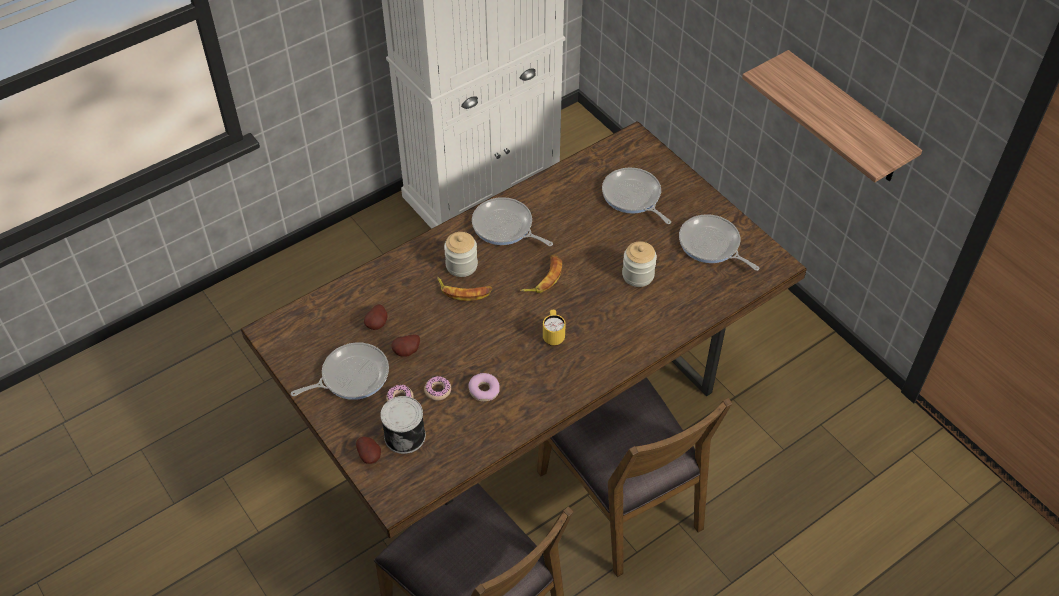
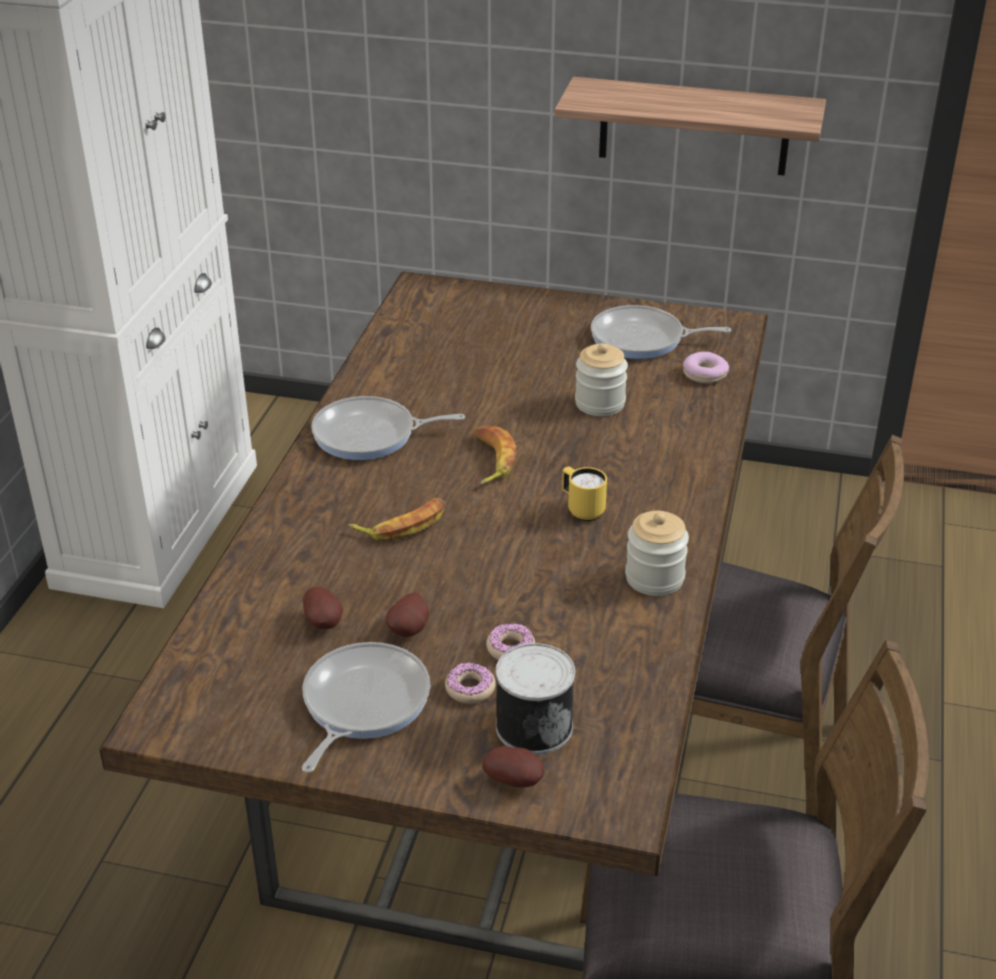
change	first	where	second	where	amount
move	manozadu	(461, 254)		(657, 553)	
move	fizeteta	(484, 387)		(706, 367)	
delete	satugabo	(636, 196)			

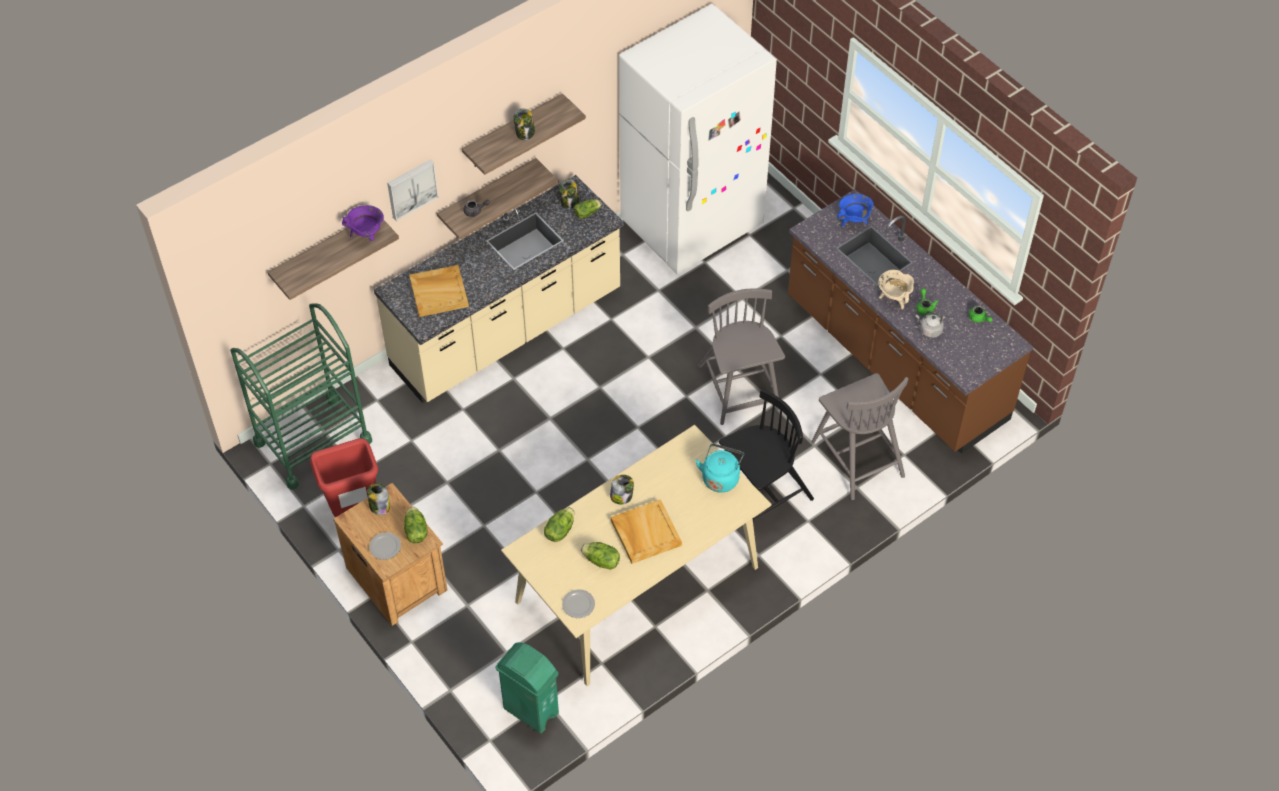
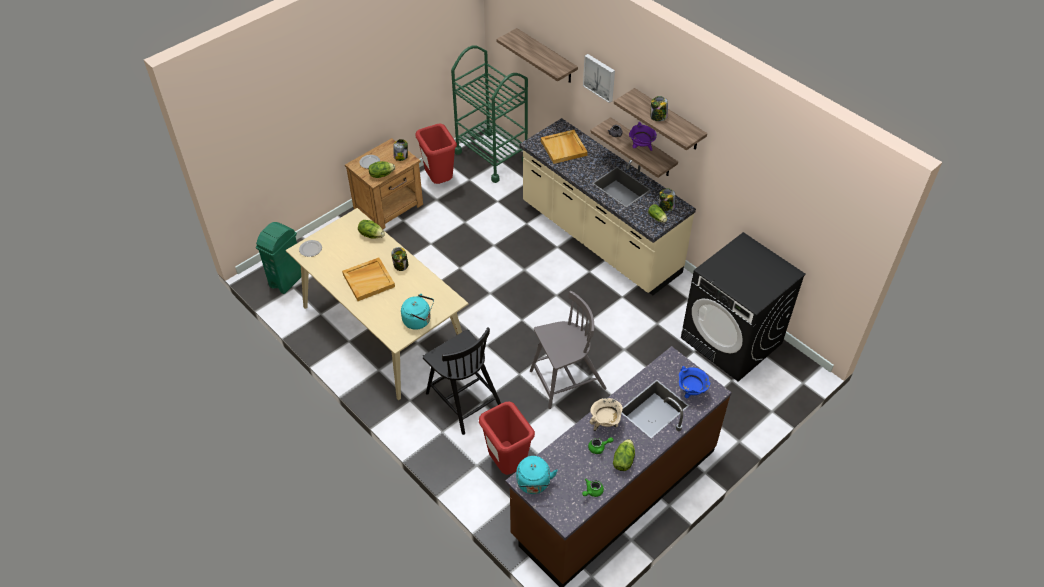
change	first	where	second	where	amount
move	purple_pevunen	(363, 223)		(643, 136)	
move	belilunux	(600, 556)		(624, 455)	
replace	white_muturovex	(698, 139)	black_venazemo	(743, 307)	
replace	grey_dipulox	(859, 436)	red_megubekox	(507, 438)	
delete	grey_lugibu	(930, 324)			
insert			turquoise_lugibu	(537, 475)	

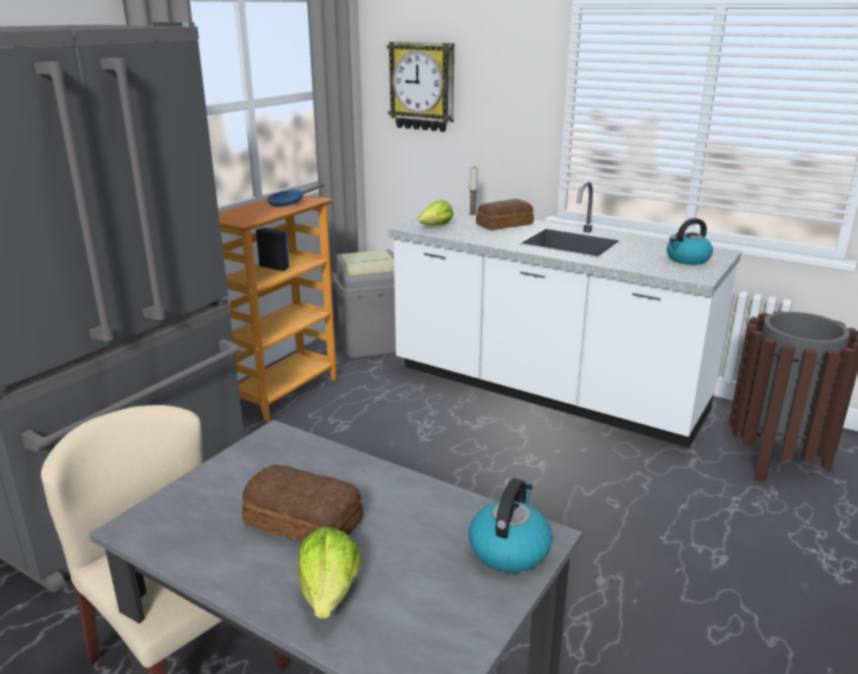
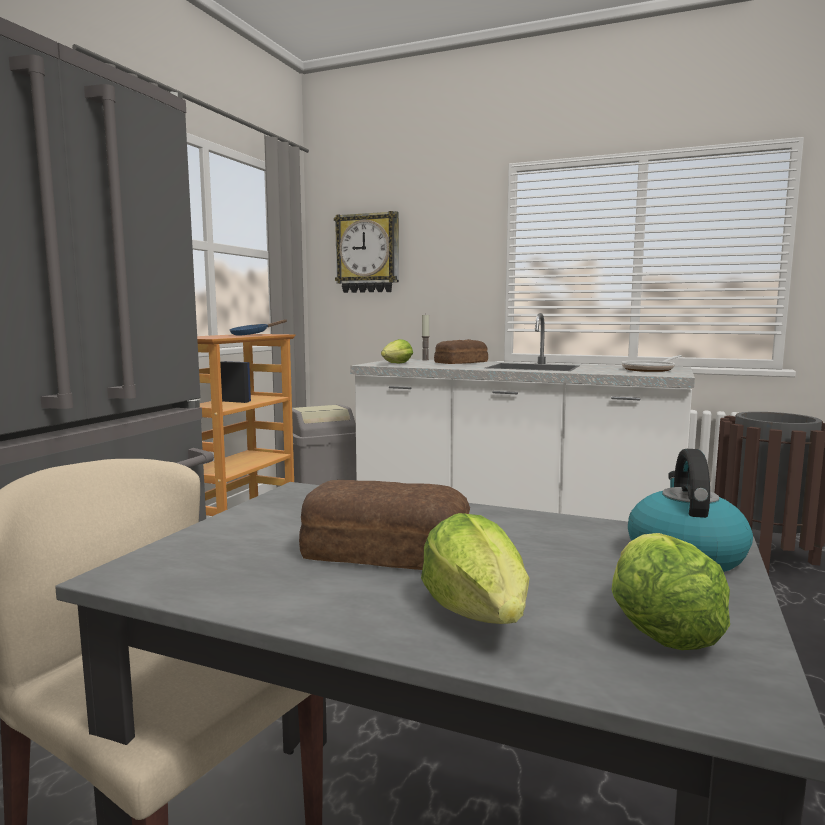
change	first	where	second	where	amount
replace	lugibu	(690, 241)	satugabo	(652, 363)	
insert			belilunux	(671, 591)	

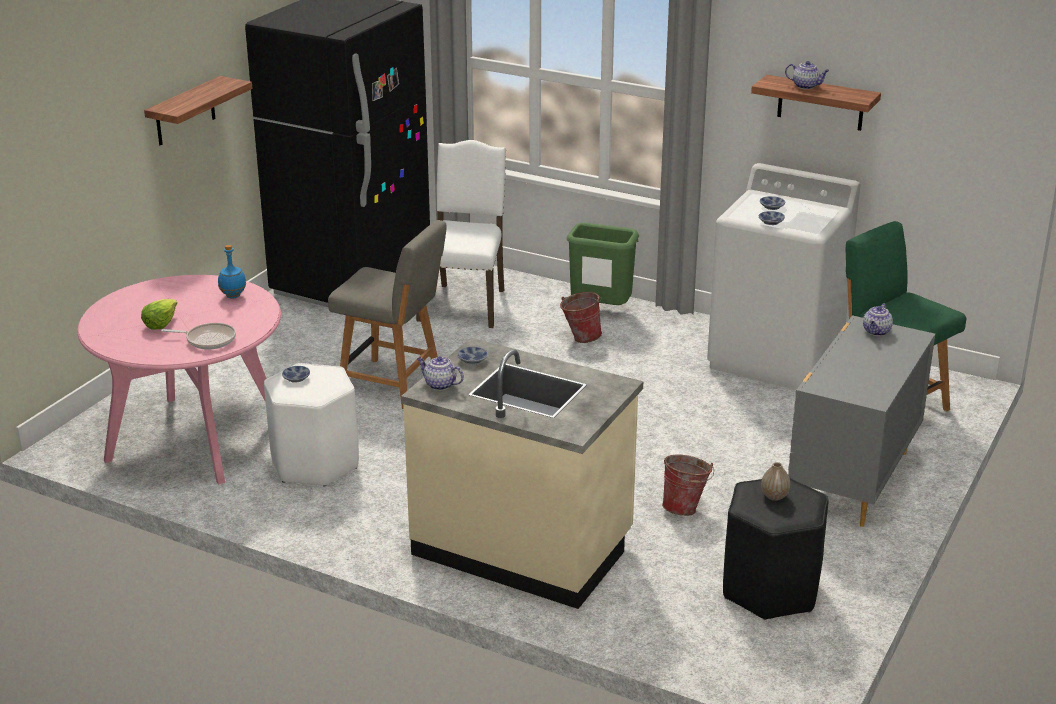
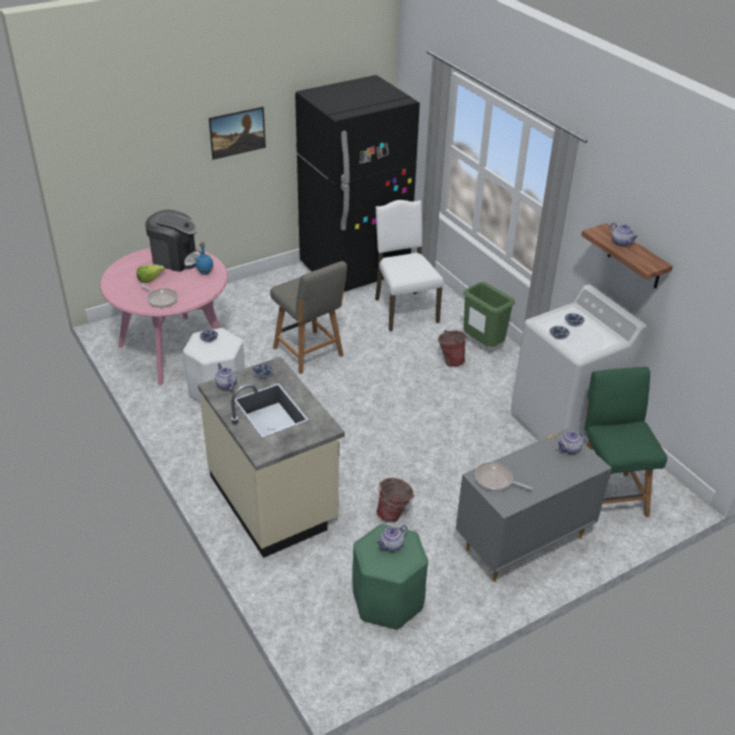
change	first	where	second	where	amount
replace	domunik	(198, 110)	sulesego	(237, 133)	
rotate	white_dipulox	(461, 234)		(409, 265)	60 degrees counterclockwise
recolor	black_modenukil	(775, 548)	green_modenukil	(390, 577)	
replace	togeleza	(775, 481)	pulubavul	(392, 538)	
insert			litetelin	(173, 241)	
insert			satugabo	(504, 476)	

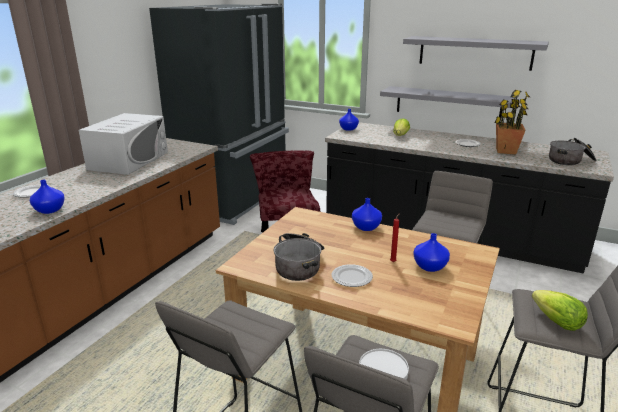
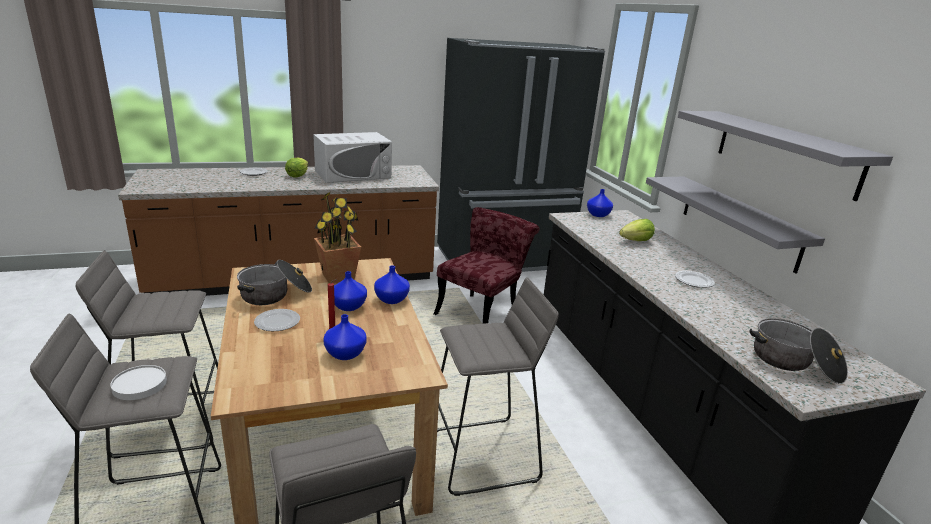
change	first	where	second	where	amount
move	blue_togeleza	(47, 197)		(350, 291)	
move	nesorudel	(512, 122)		(337, 237)	
move	belilunux	(560, 310)		(296, 168)	

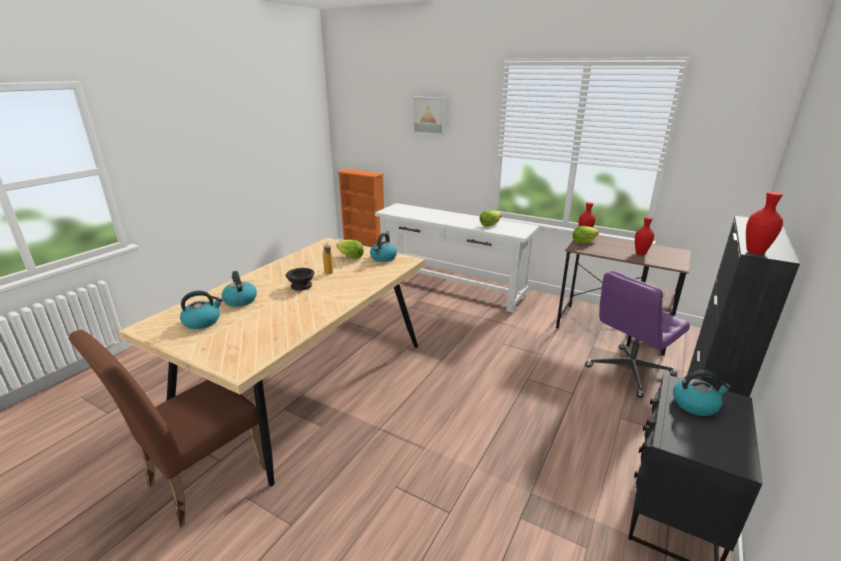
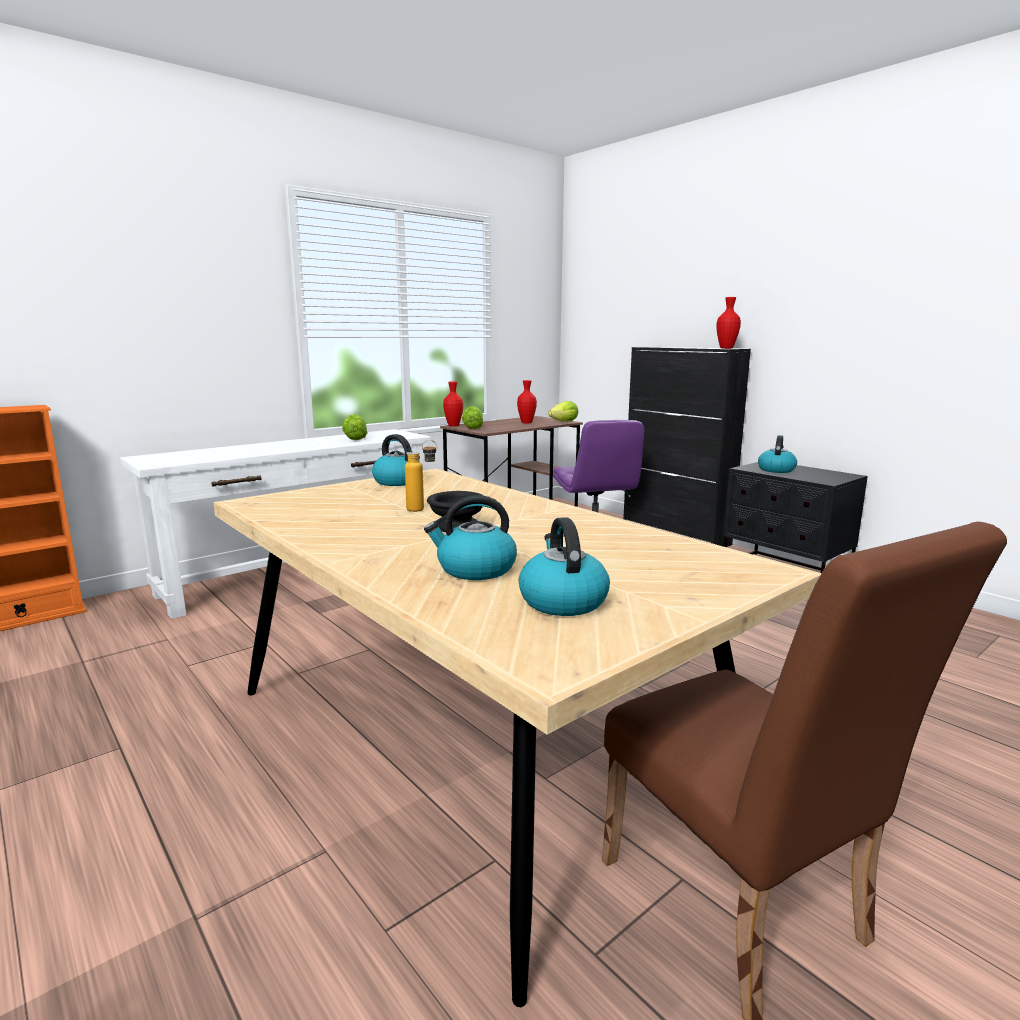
change	first	where	second	where	amount
move	belilunux	(350, 249)		(563, 411)	
delete	sulesego	(429, 116)			

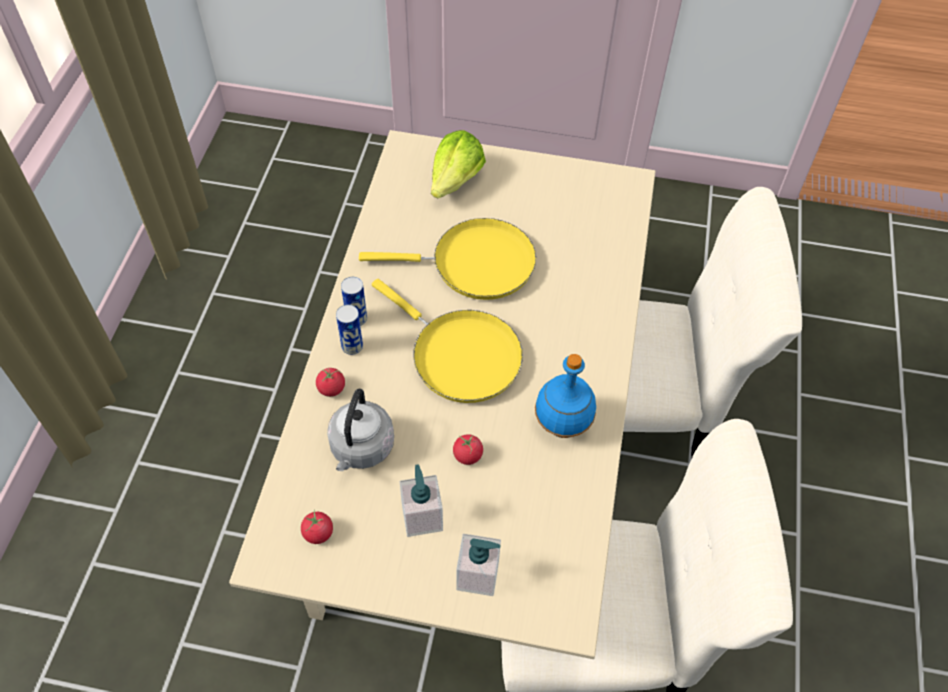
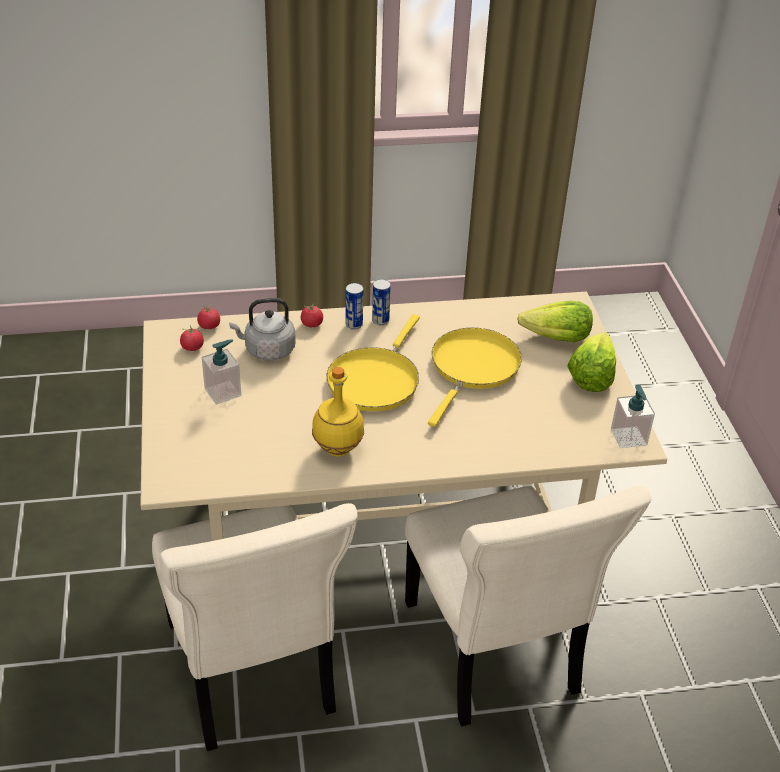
change	first	where	second	where	amount
rotate	yellow_satugabo	(447, 259)		(475, 377)	135 degrees counterclockwise
move	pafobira	(468, 449)		(208, 317)	
move	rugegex	(478, 565)		(633, 416)	
recolor	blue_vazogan	(565, 396)	yellow_vazogan	(338, 411)	
insert			belilunux	(591, 362)	

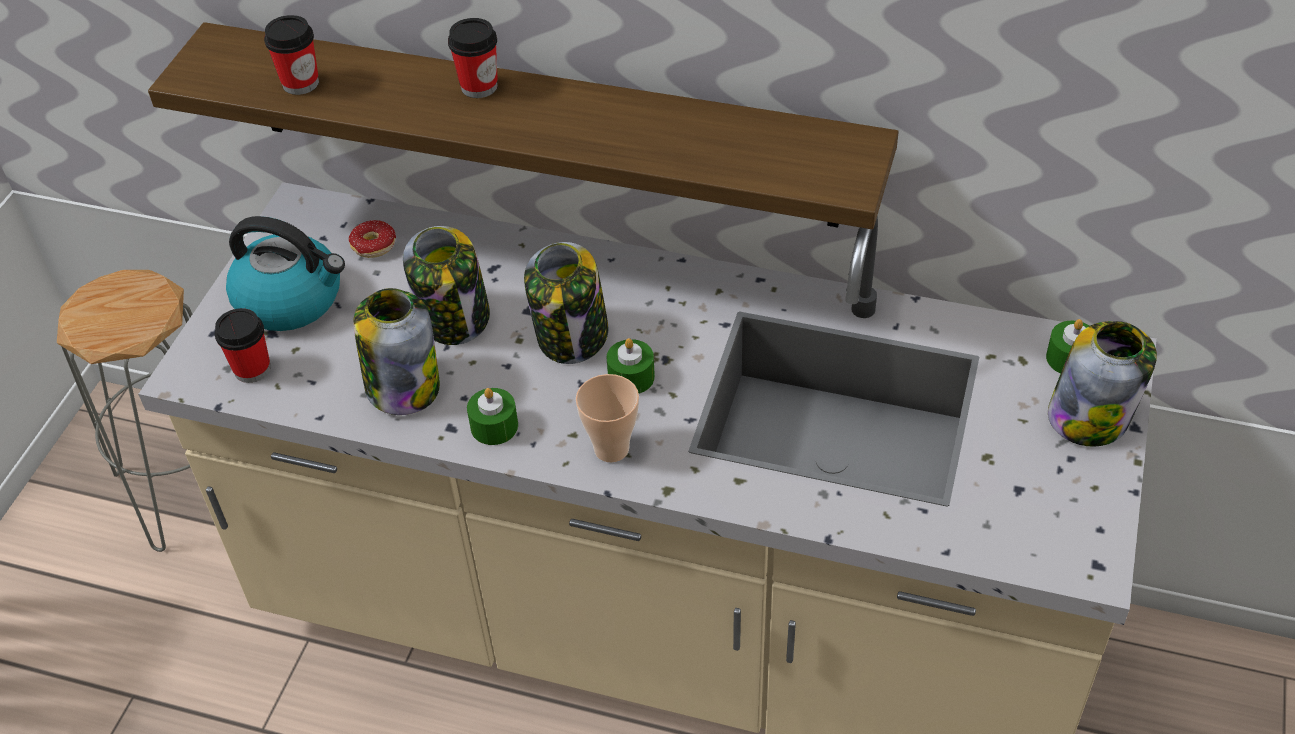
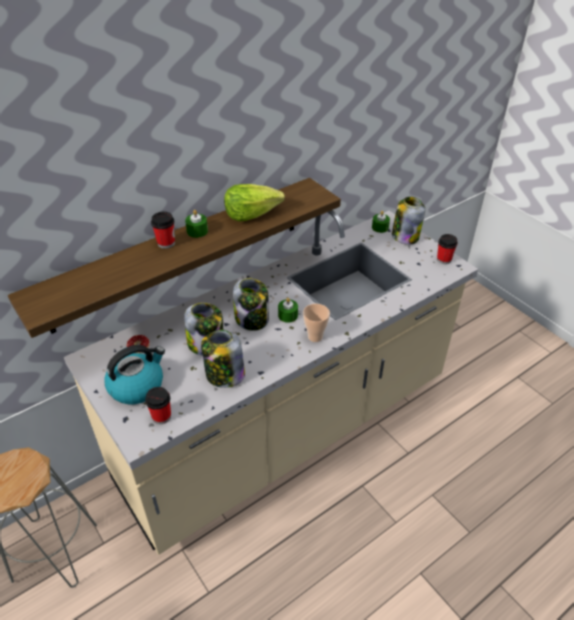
change	first	where	second	where	amount
move	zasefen	(291, 55)		(447, 249)	
move	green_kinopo	(492, 416)		(196, 224)	
insert			belilunux	(254, 203)	

